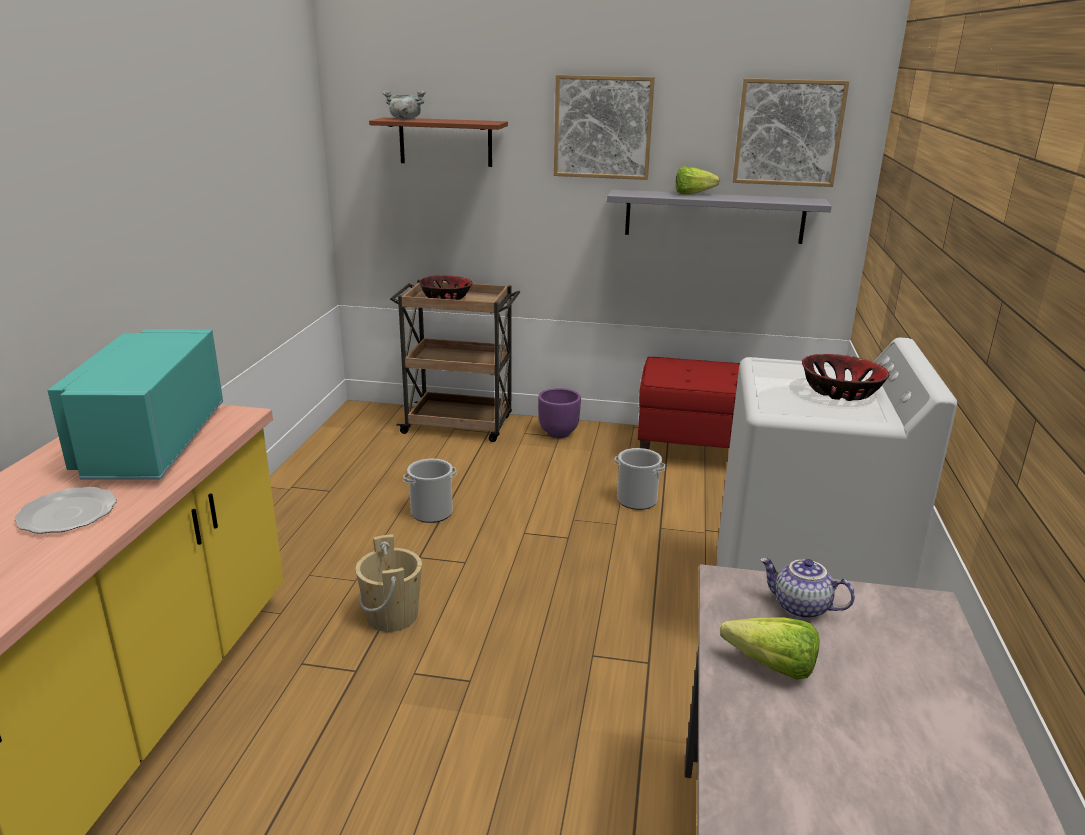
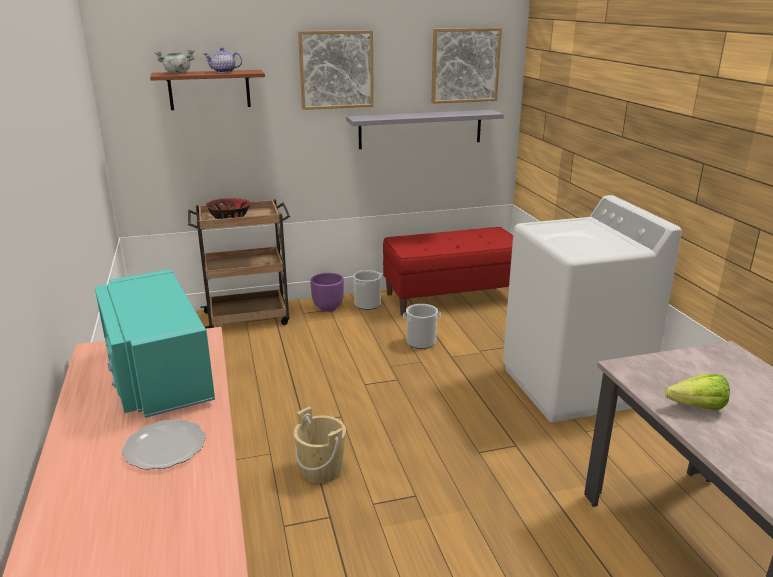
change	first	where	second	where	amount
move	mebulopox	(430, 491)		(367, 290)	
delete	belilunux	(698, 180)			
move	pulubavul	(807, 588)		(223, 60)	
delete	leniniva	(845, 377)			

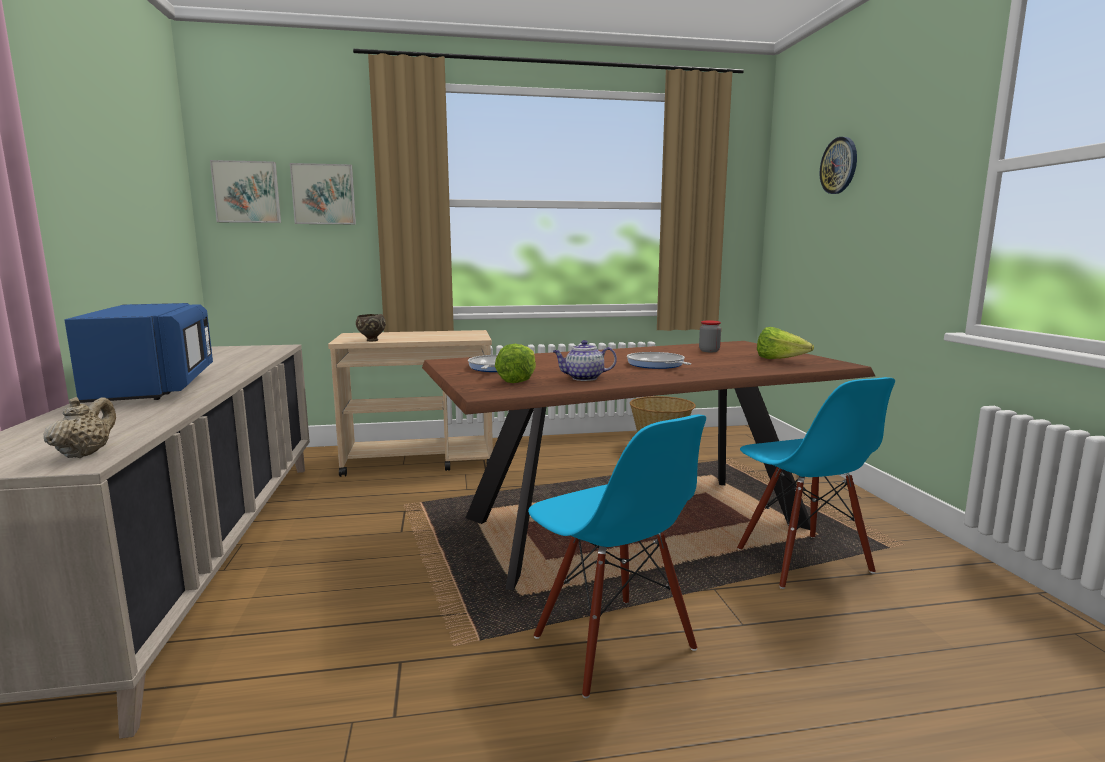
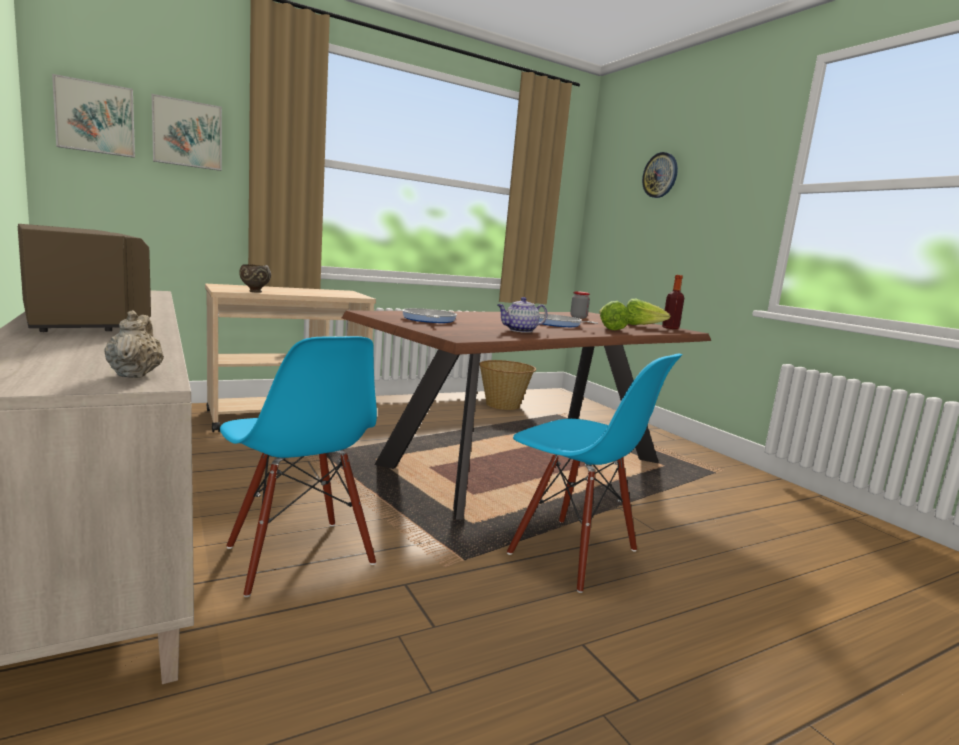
change	first	where	second	where	amount
recolor	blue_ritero	(139, 353)	brown_ritero	(84, 278)	
move	belilunux	(515, 363)		(613, 315)	
move	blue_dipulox	(816, 483)		(298, 466)	
insert			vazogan	(673, 302)	

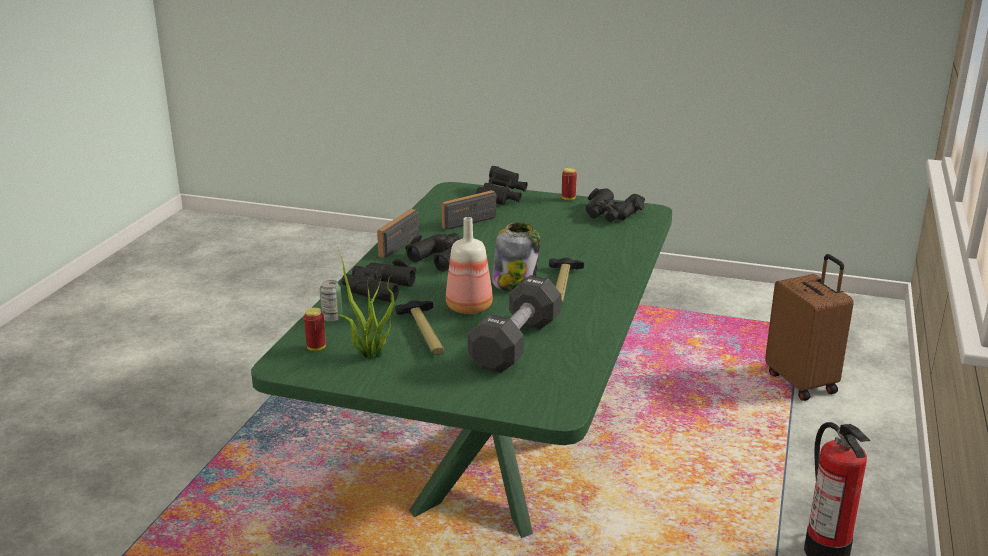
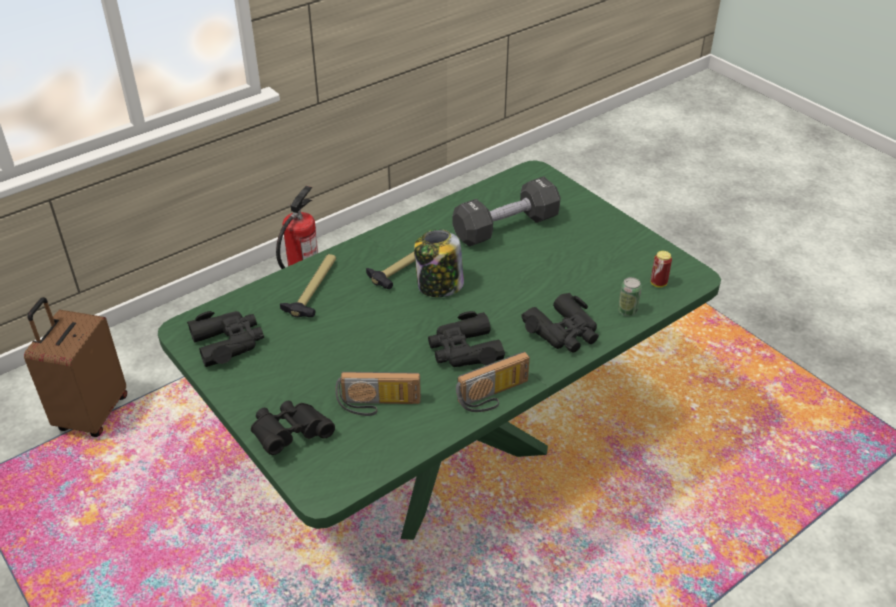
change	first	where	second	where	amount
delete	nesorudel	(363, 303)			
move	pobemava	(419, 327)		(308, 285)	
delete	vazogan	(469, 265)			
delete	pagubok	(569, 184)			

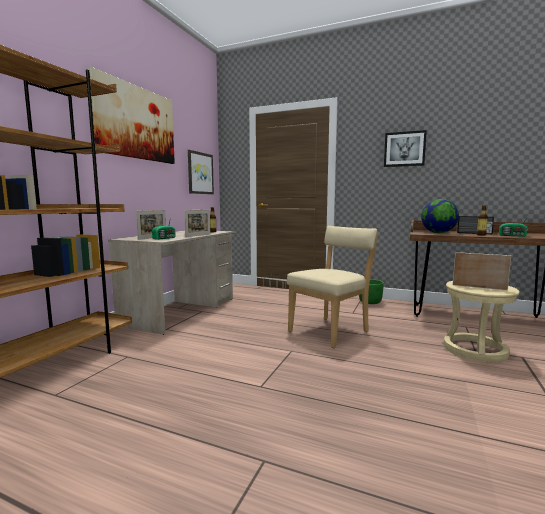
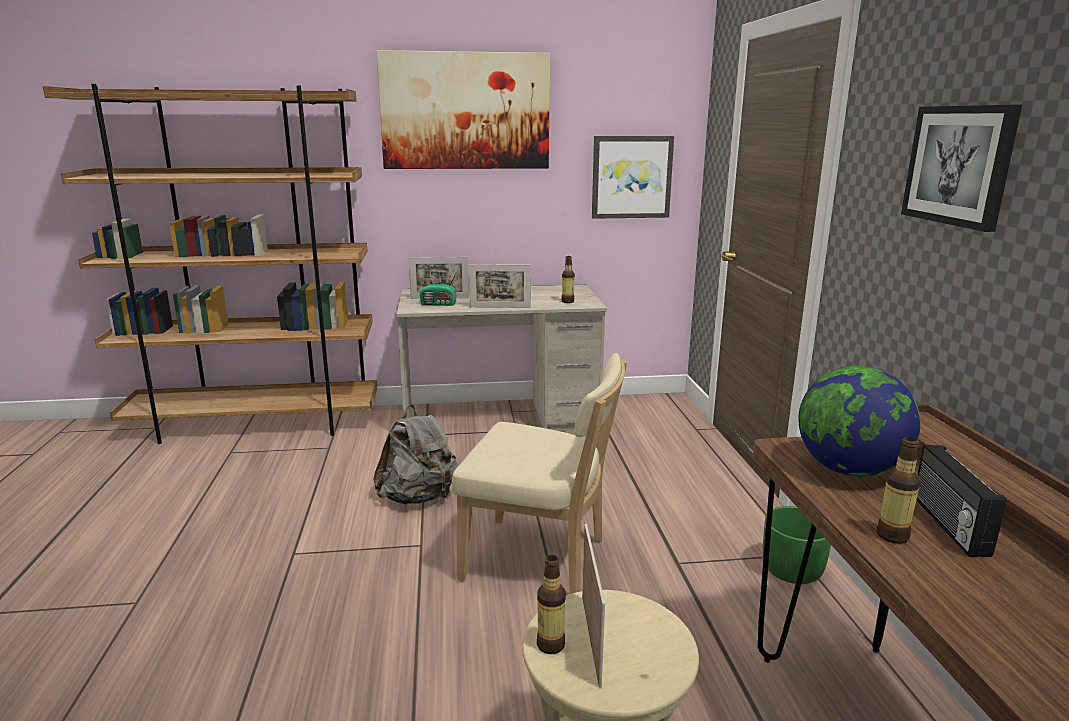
change	first	where	second	where	amount
delete	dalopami	(514, 225)			
insert			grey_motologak	(415, 455)	
insert			vazogan	(551, 604)	

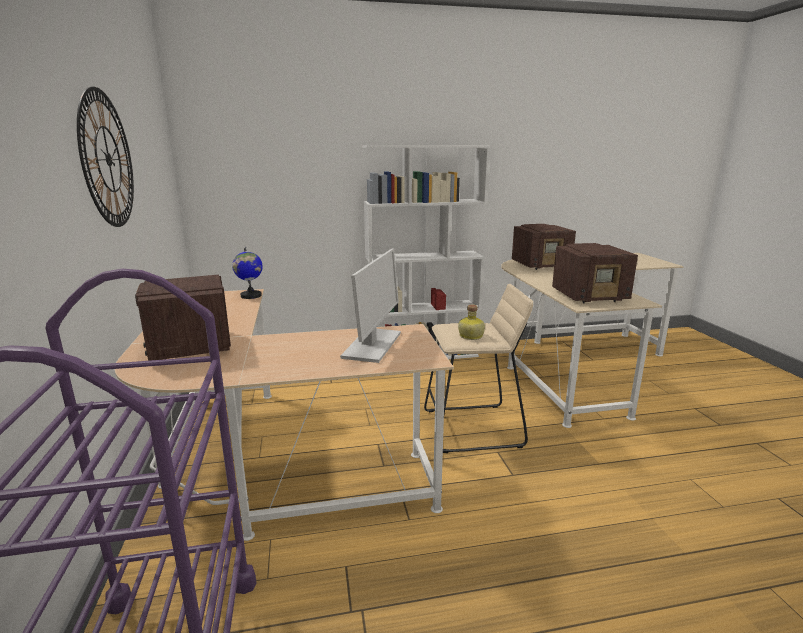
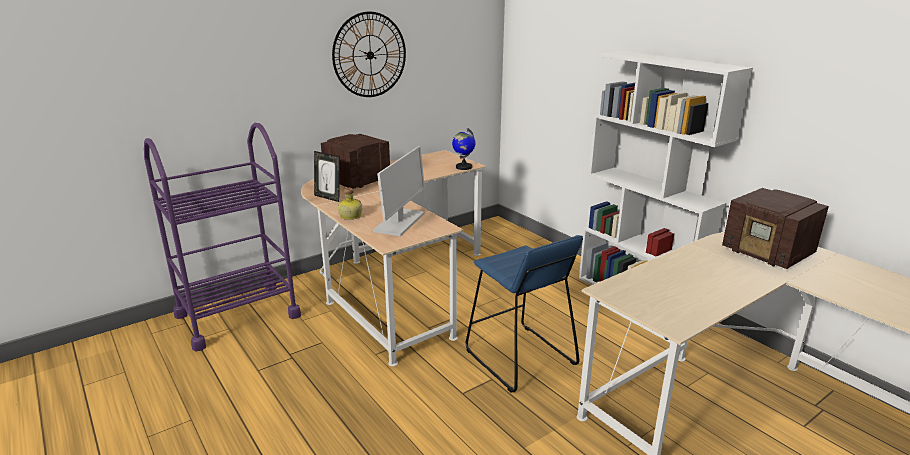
change	first	where	second	where	amount
rotate	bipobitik	(370, 306)		(399, 191)	60 degrees counterclockwise
recolor	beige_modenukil	(478, 368)	blue_modenukil	(524, 314)	
move	vazogan	(471, 322)		(350, 204)	
delete	dalopami	(595, 273)			
insert			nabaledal	(327, 176)	

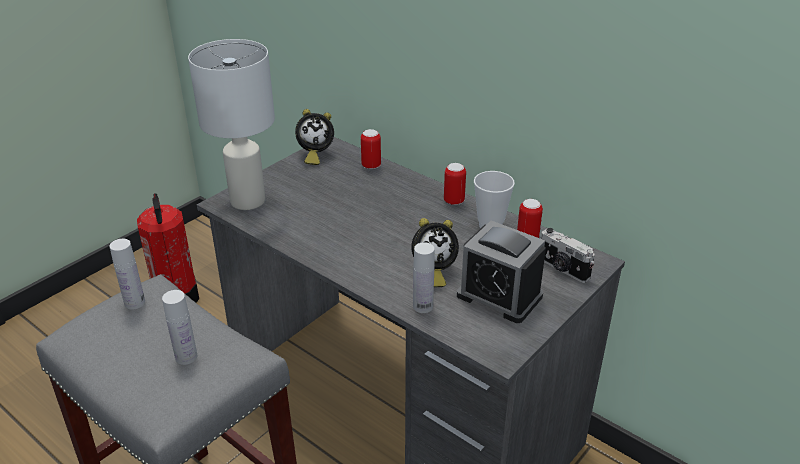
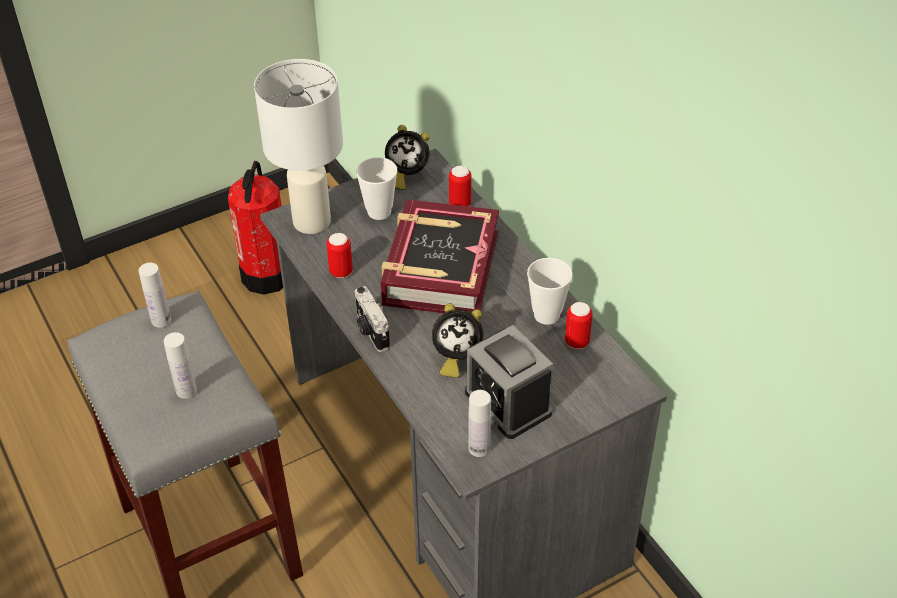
change	first	where	second	where	amount
move	white_vazogan	(423, 277)		(479, 423)	
move	pagubok	(455, 184)		(339, 255)	
move	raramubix	(568, 255)		(372, 319)	
insert			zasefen	(376, 188)	
insert			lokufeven	(439, 256)	

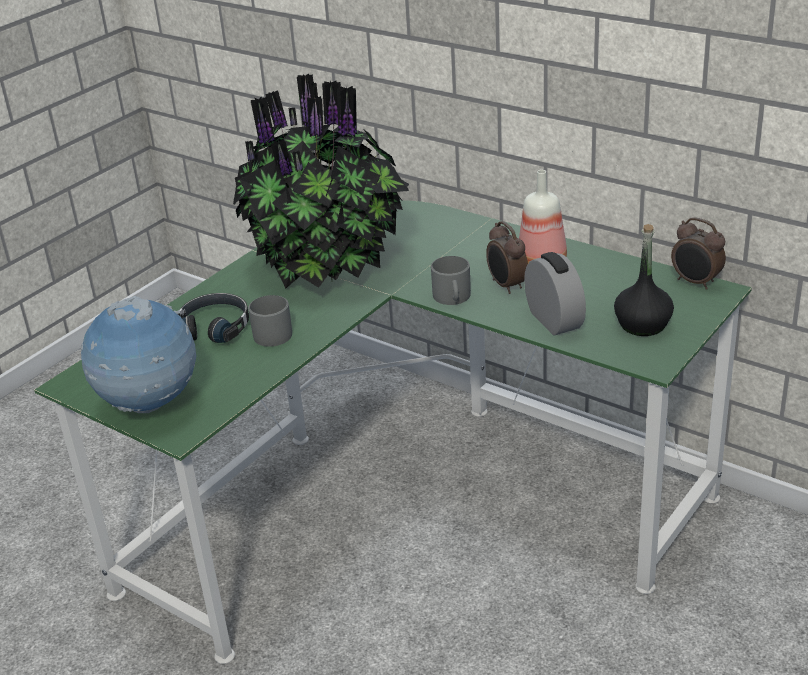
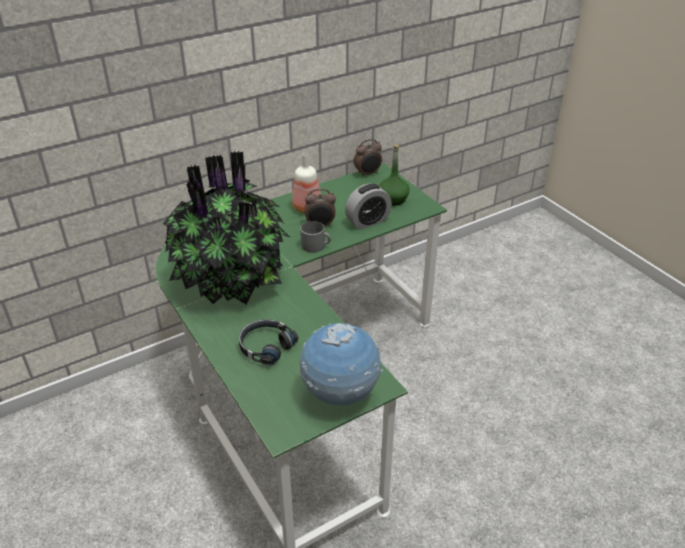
change	first	where	second	where	amount
delete	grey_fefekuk	(270, 321)			
rotate	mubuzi	(555, 294)		(368, 206)	150 degrees clockwise
recolor	black_vazogan	(644, 280)	green_vazogan	(394, 175)	

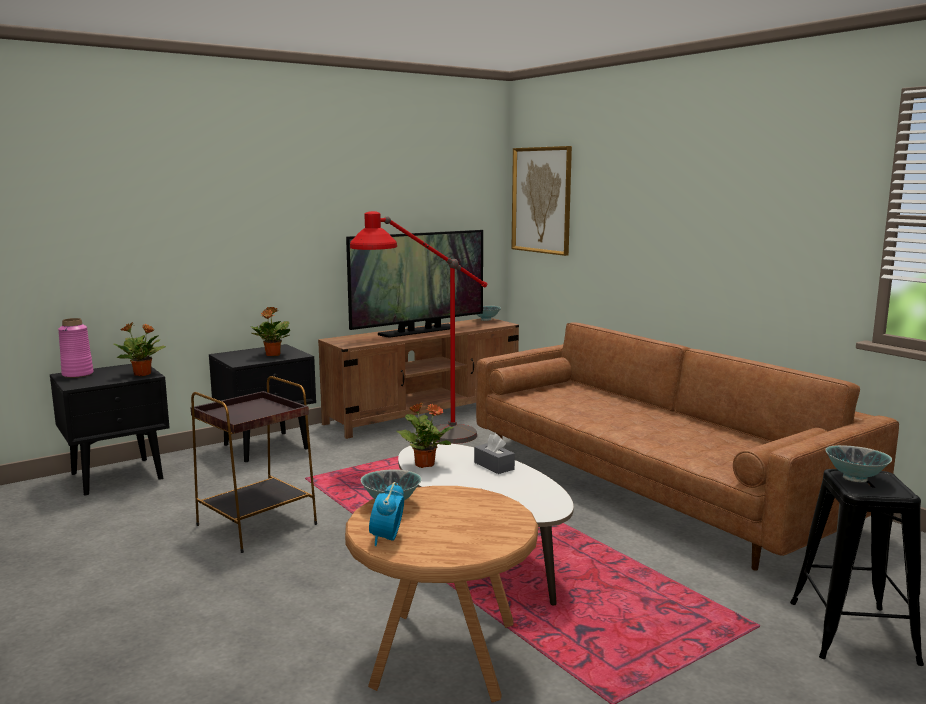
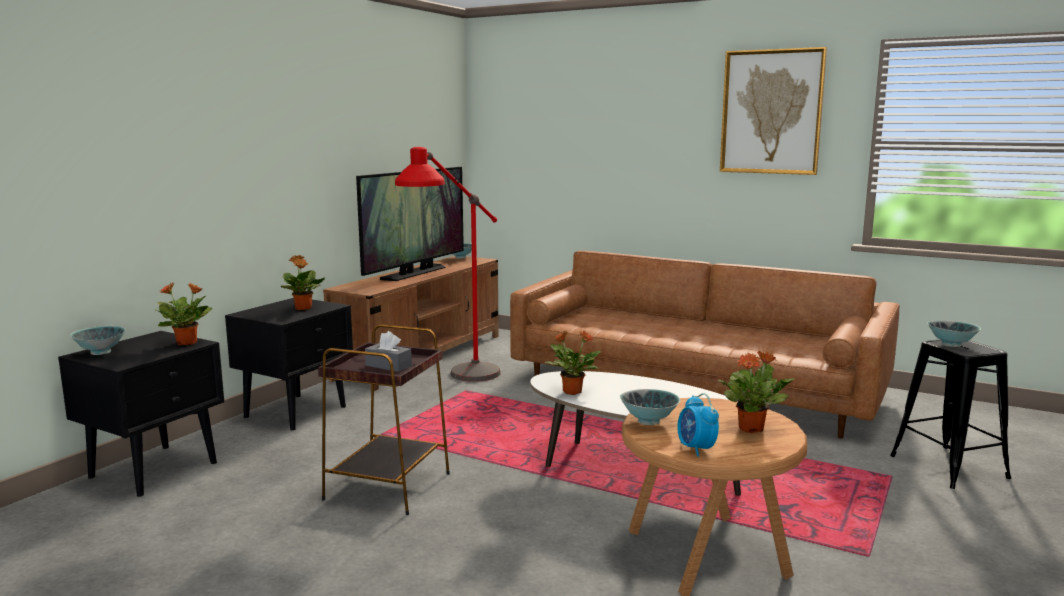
change	first	where	second	where	amount
replace	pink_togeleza	(76, 348)	leniniva	(97, 340)	
move	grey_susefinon	(494, 453)		(388, 351)	
move	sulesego	(542, 201)		(773, 111)	
insert			nesorudel	(756, 392)	

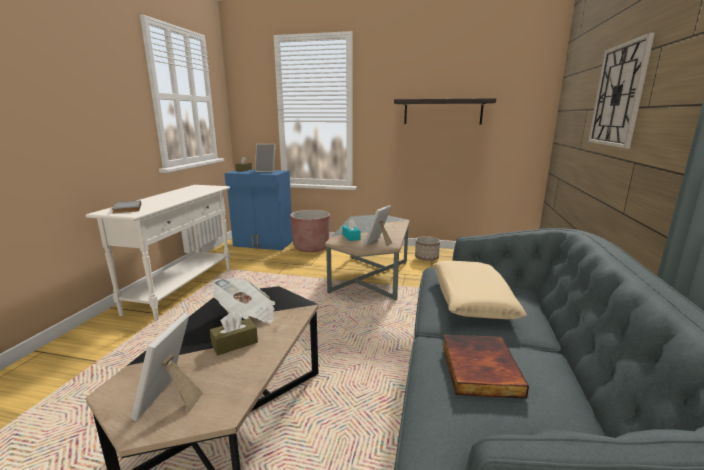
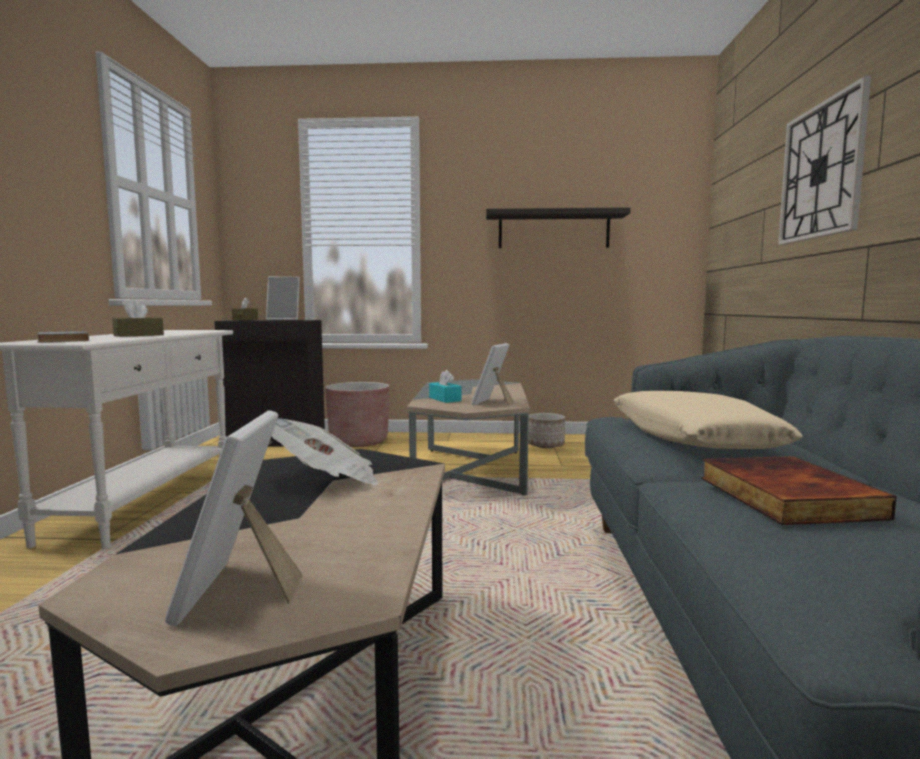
change	first	where	second	where	amount
move	brown_susefinon	(234, 334)		(138, 319)	
recolor	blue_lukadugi	(258, 209)	black_lukadugi	(270, 383)	

